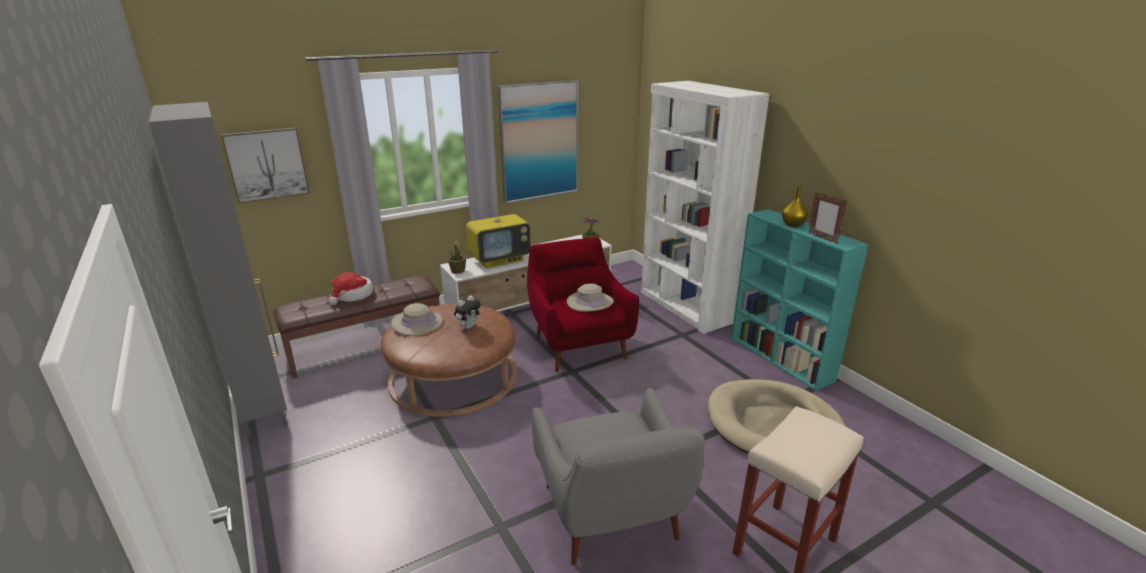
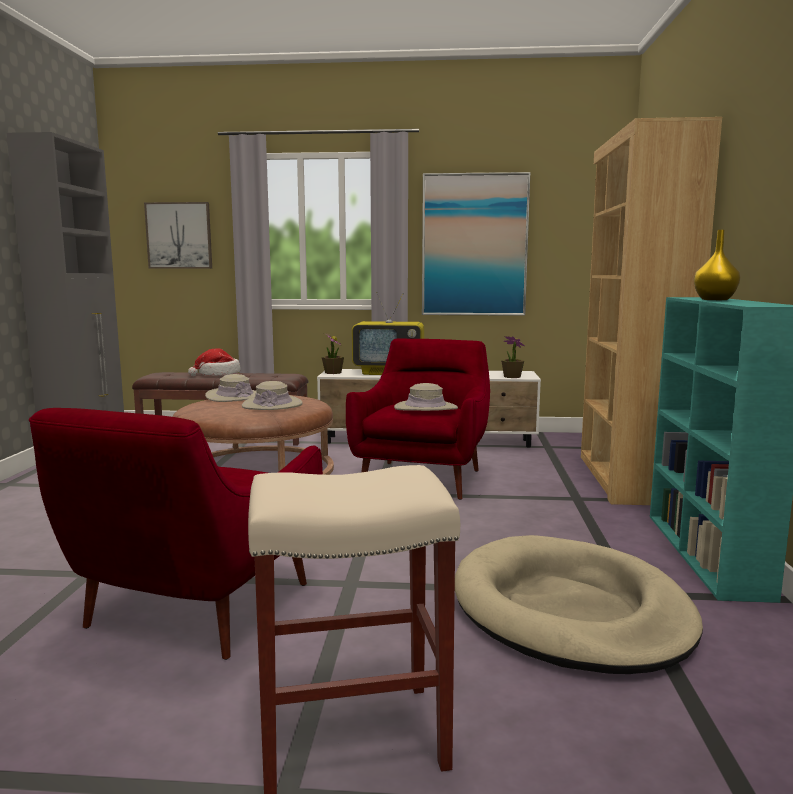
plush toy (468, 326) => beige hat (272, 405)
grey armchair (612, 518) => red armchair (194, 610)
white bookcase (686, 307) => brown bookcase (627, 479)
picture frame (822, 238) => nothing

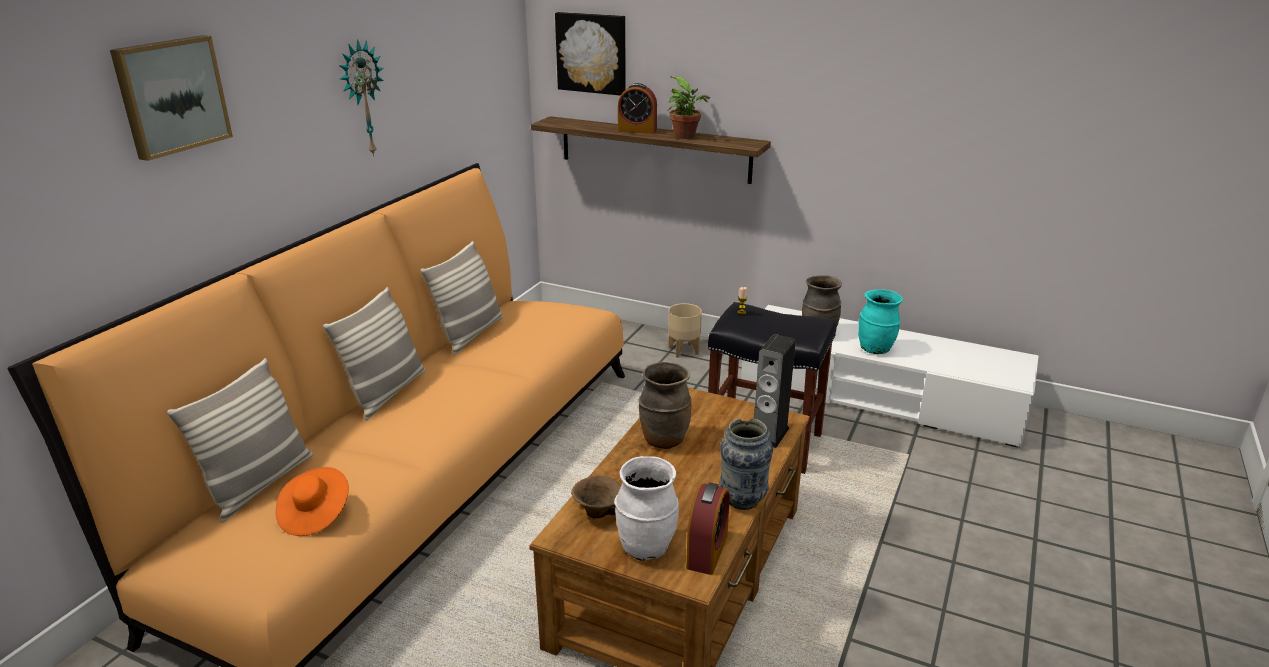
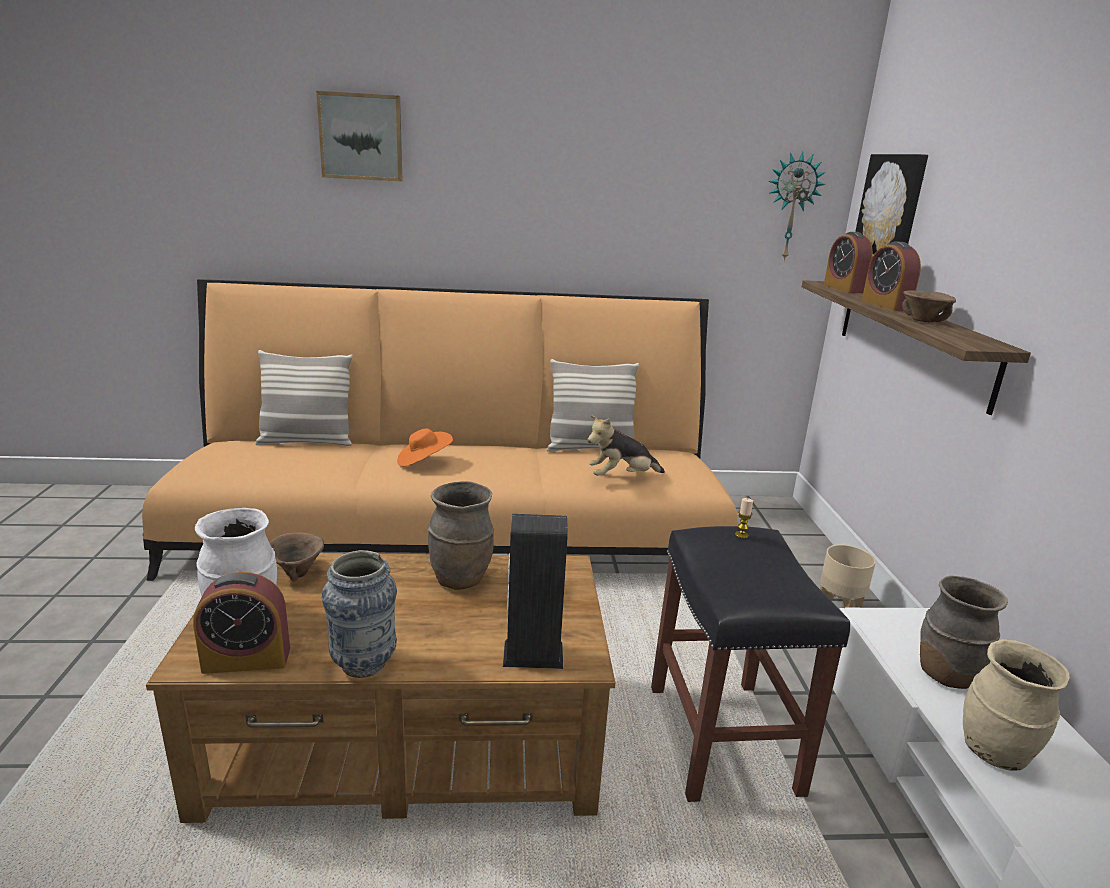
orange hat (315, 515) => orange hat (423, 461), move
pillow (386, 393) => nothing
wall clock (361, 99) => wall clock (791, 207), move
potted plant (686, 137) => brown bowl (921, 321)
turquoise vase (875, 349) => beige vase (995, 753)
nothing => plush toy (621, 477)
nothing => alarm clock (843, 288)

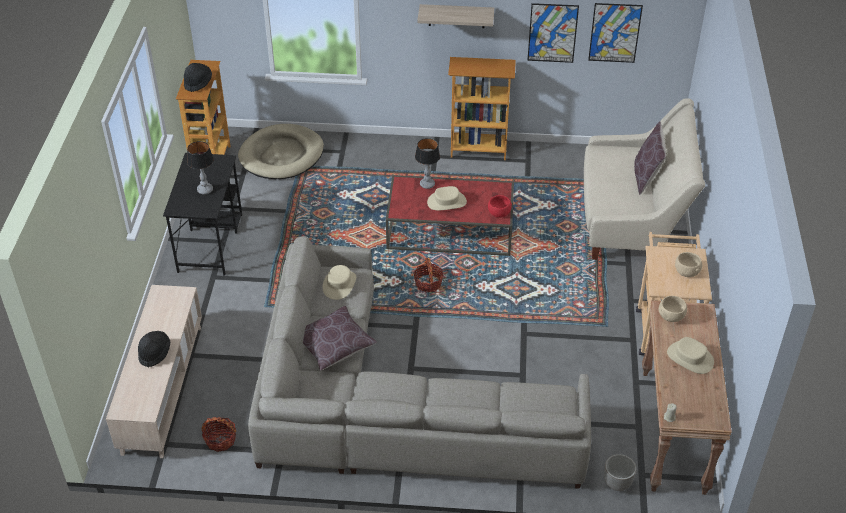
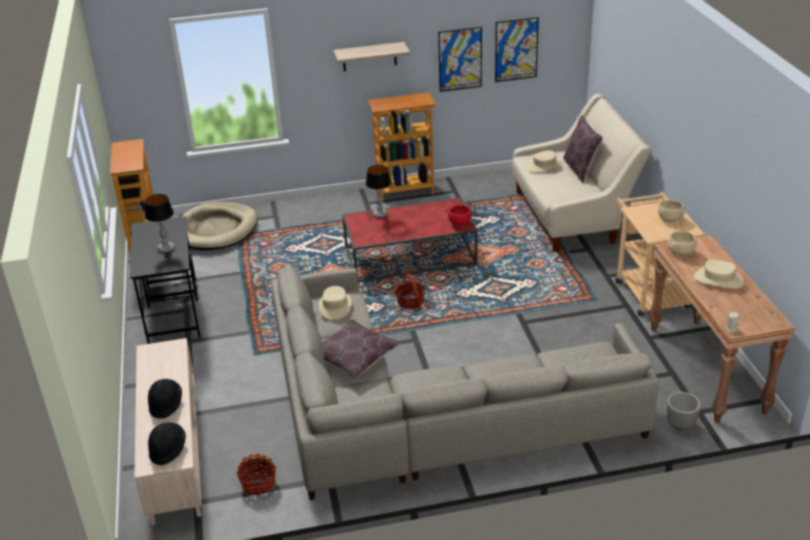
black hat (198, 83) => black hat (168, 450), move
beige hat (446, 202) => beige hat (544, 166), move

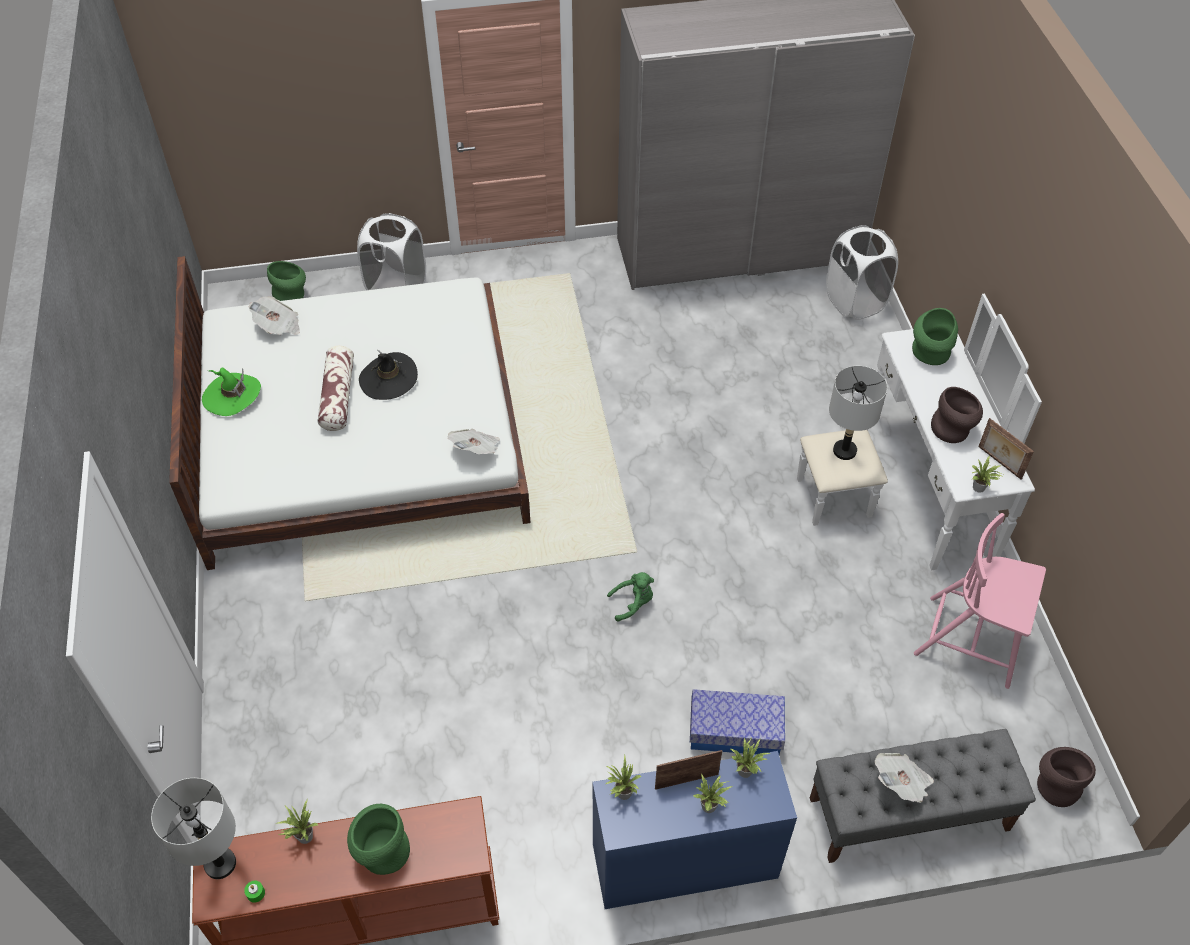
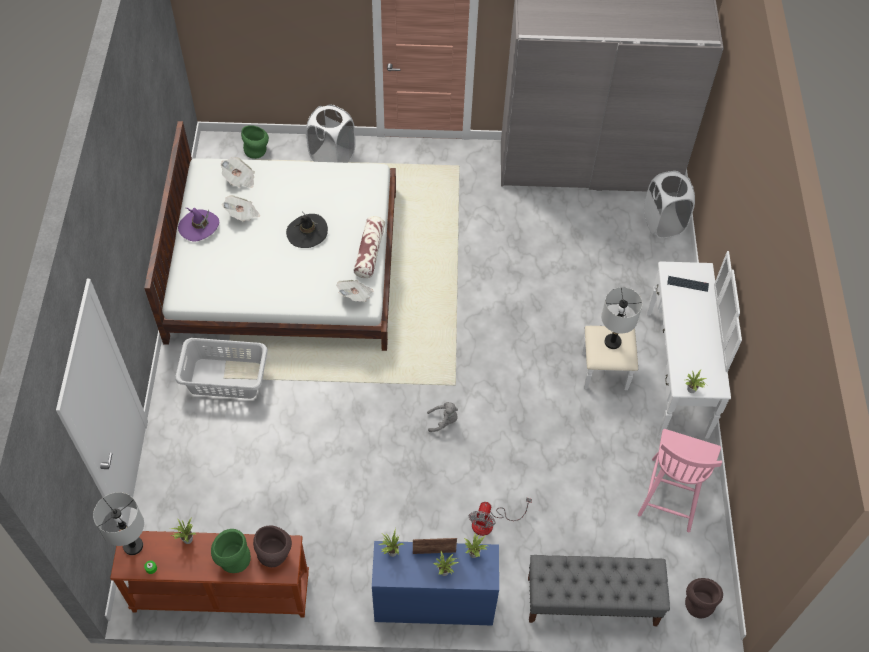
green hat (232, 396) => purple hat (199, 226)
pillow (338, 396) => pillow (369, 252), move
green plush toy (633, 603) => grey plush toy (443, 421)
storage box (735, 731) => fan (490, 522)
newspaper (901, 783) => newspaper (242, 214), move
green vase (929, 355) => keyboard (687, 284)
pink chair (971, 642) => pink chair (671, 493), 105 degrees counterclockwise
brown vase (953, 430) => brown vase (275, 554), move
picture frame (999, 463) => nothing
nothing => grey laundry basket (225, 378)

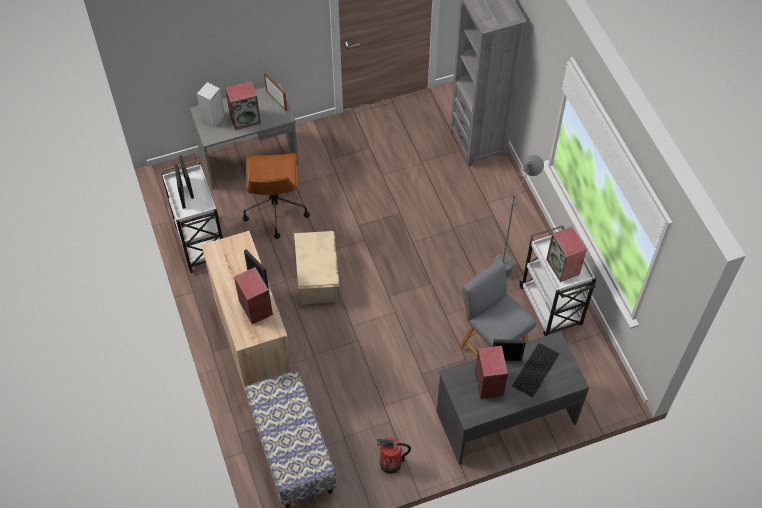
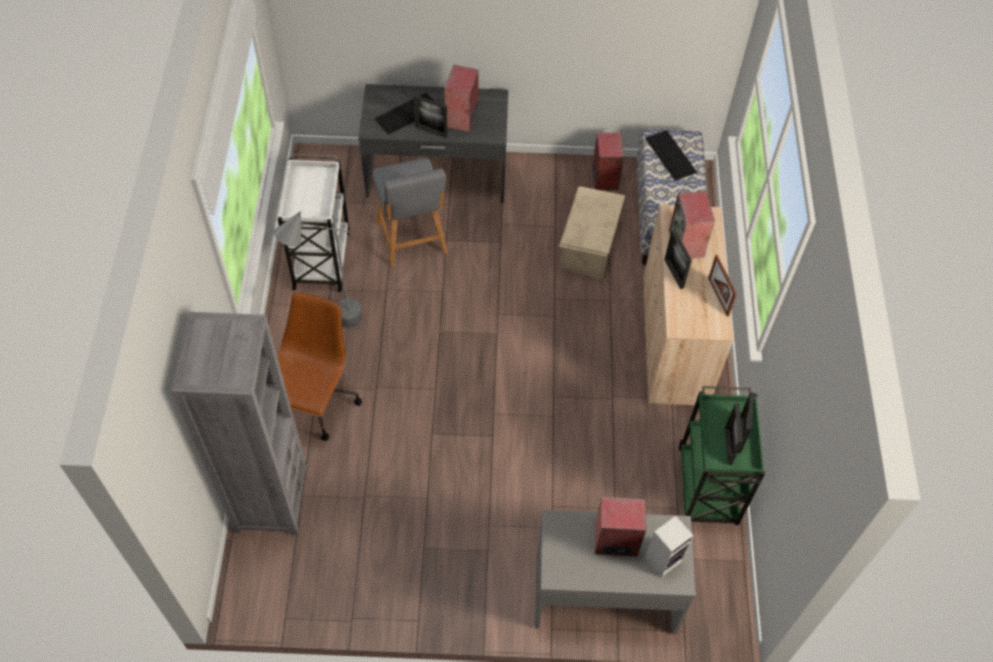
white cart (200, 242) => green cart (707, 488)
brown office chair (275, 209) => brown office chair (315, 403), move
picture frame (276, 100) => picture frame (718, 297), move
beige storage box (318, 277) => beige storage box (588, 246), move
fire extinguisher (391, 463) => nothing
speaker (563, 267) => speaker (604, 177), move
nothing => keyboard (671, 155)

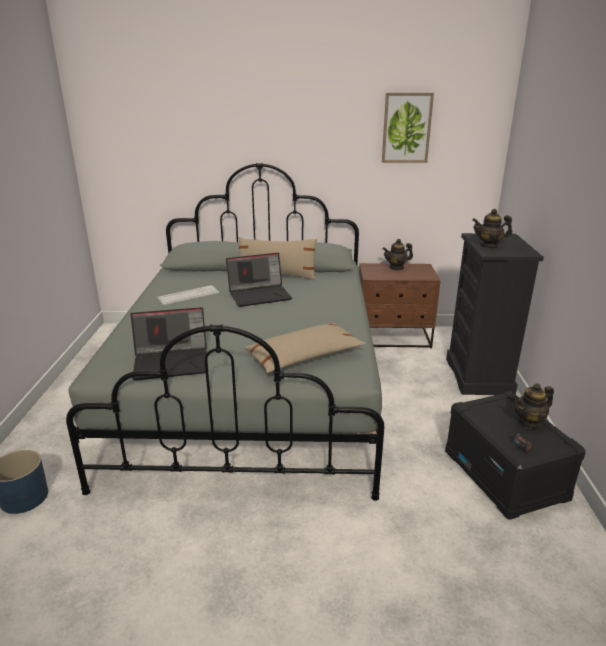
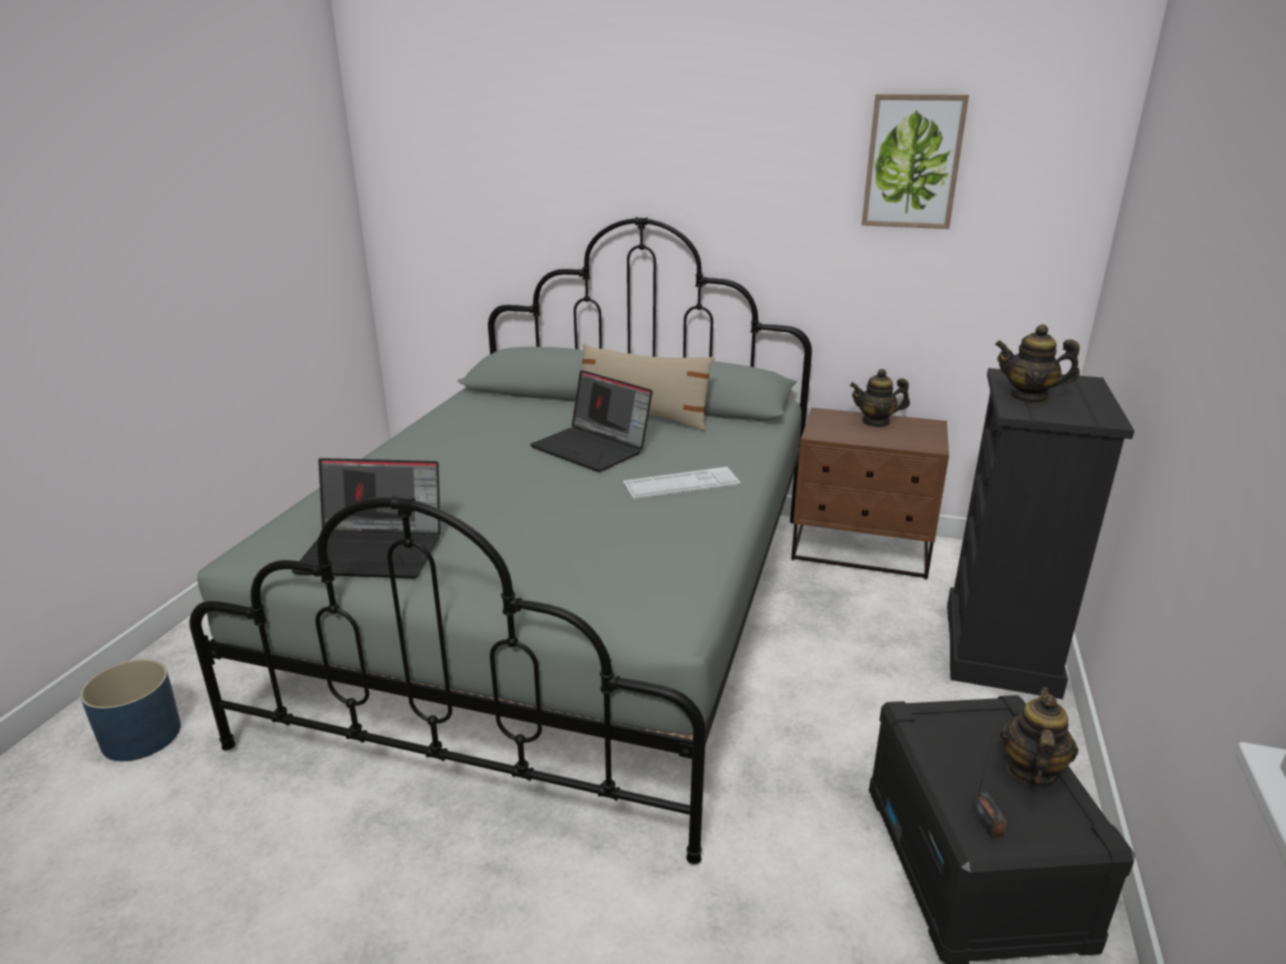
keyboard (188, 296) => keyboard (681, 484), move
laptop (260, 295) => laptop (593, 448), 45 degrees clockwise
beige pillow (304, 357) => nothing
teapot (529, 422) => teapot (1030, 770), 120 degrees clockwise

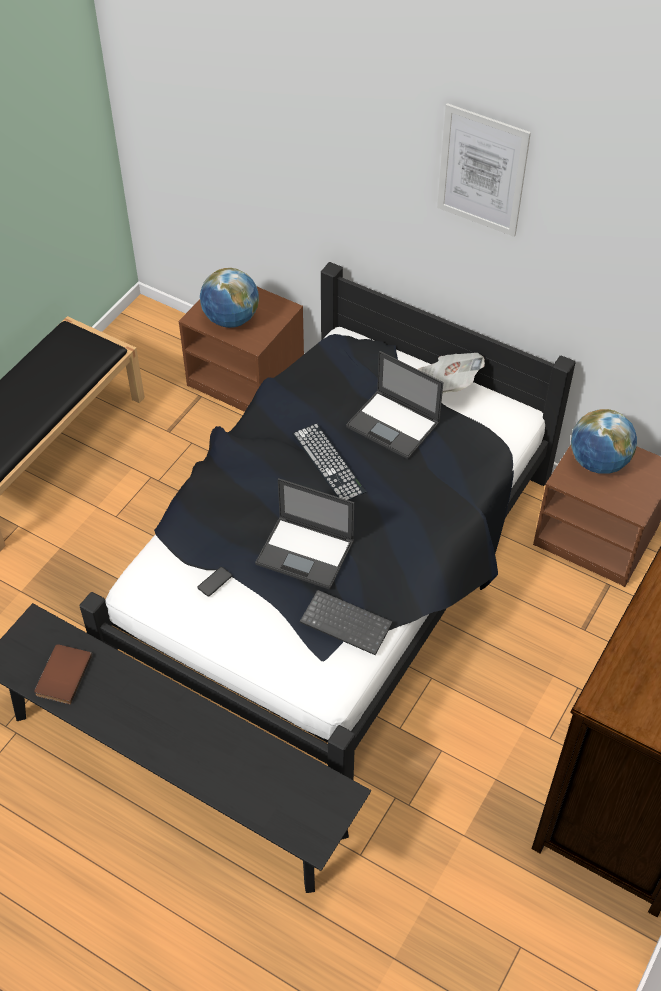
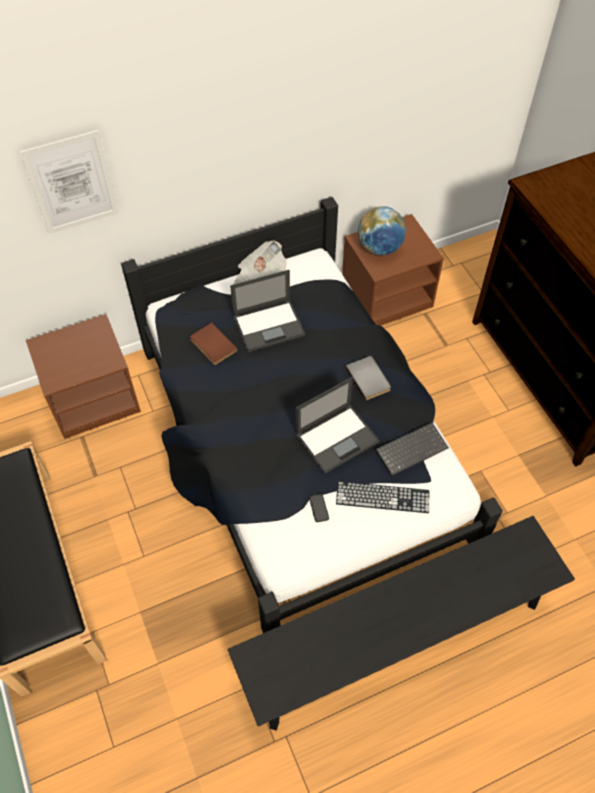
brown book (62, 675) => brown book (212, 346), move
globe (231, 319) => nothing
keyboard (328, 462) => keyboard (382, 497), move
picture (482, 171) => picture (72, 183), move
nothing => grey book (369, 378)

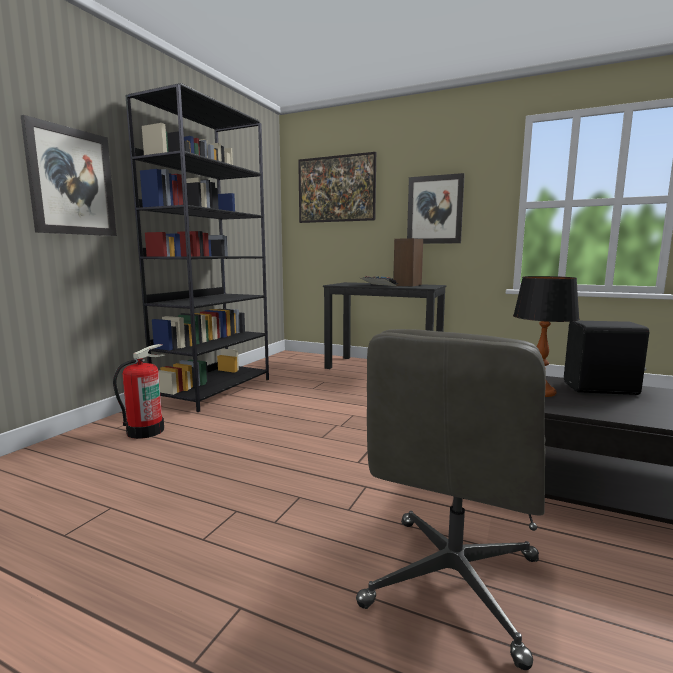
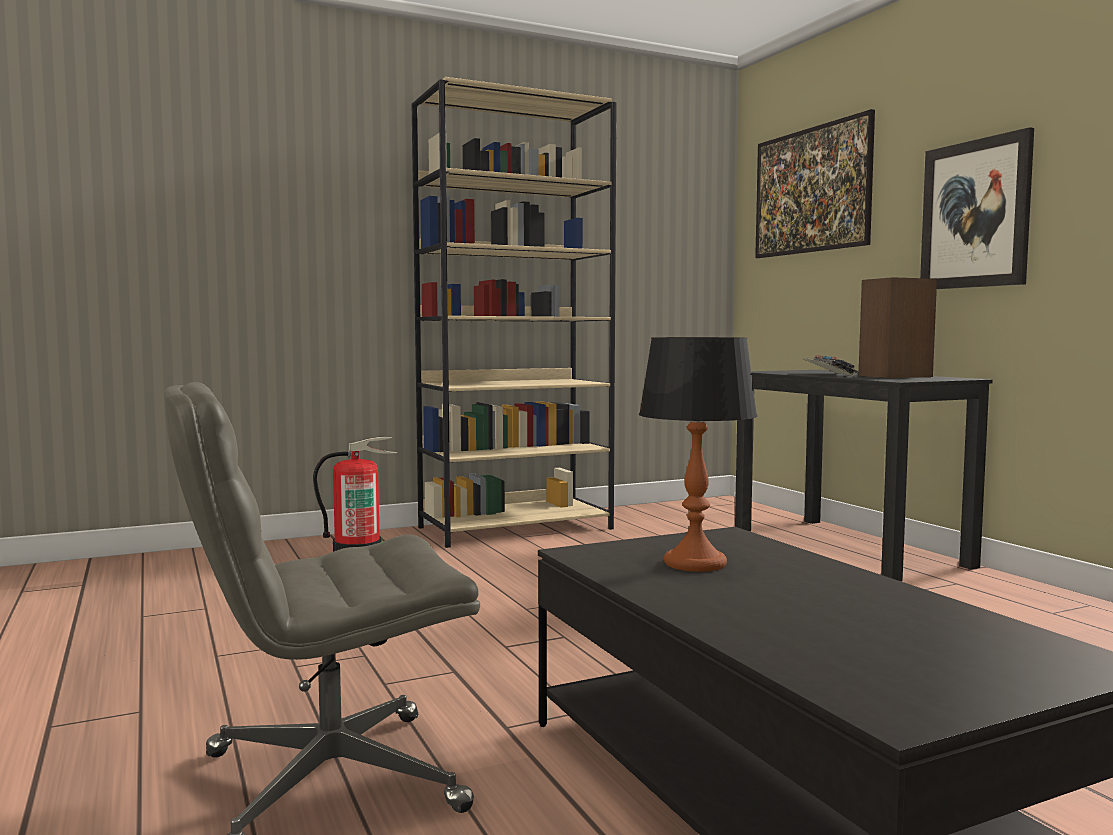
picture (72, 182) => nothing
black bookcase (215, 390) => beige bookcase (516, 528)
black speaker (602, 389) => nothing

